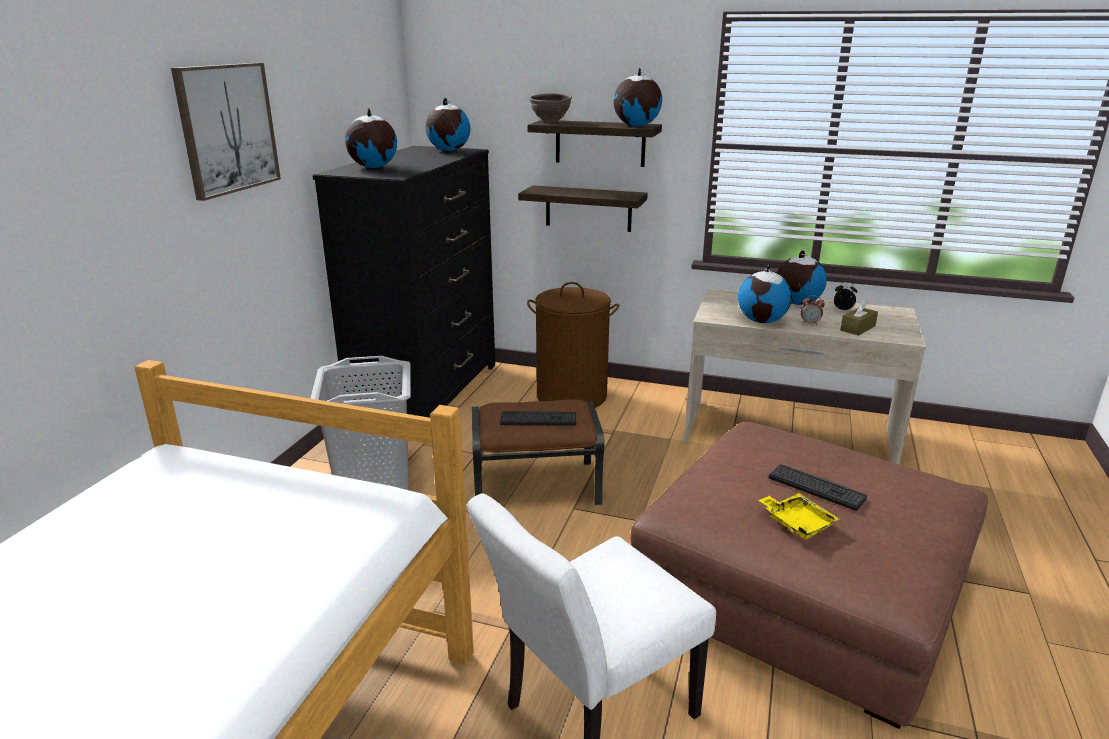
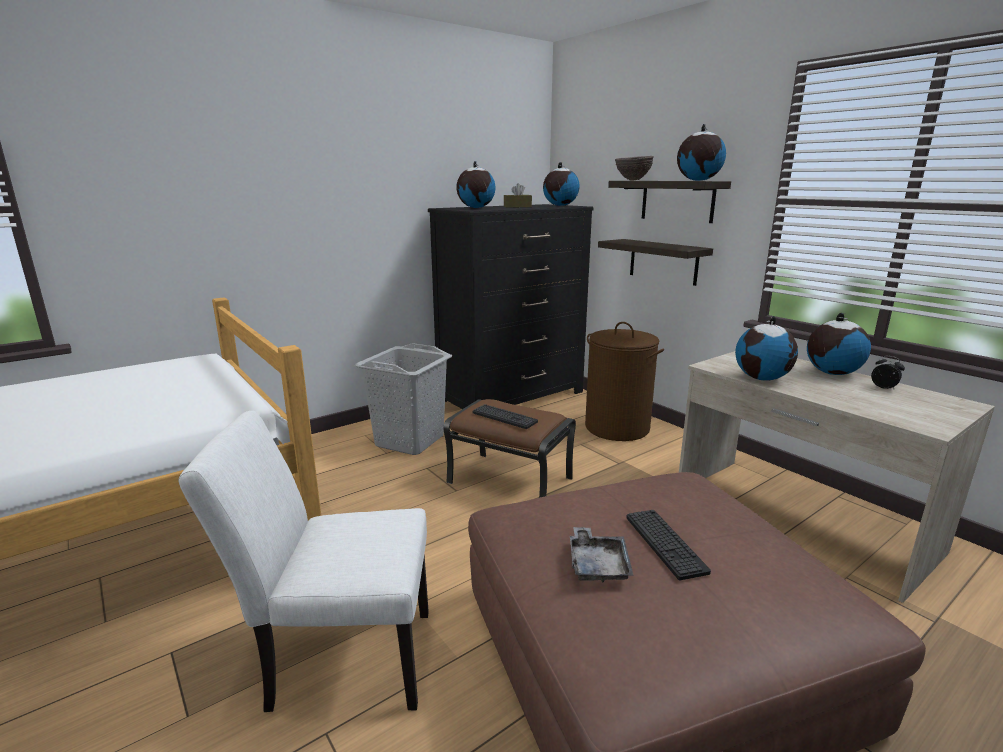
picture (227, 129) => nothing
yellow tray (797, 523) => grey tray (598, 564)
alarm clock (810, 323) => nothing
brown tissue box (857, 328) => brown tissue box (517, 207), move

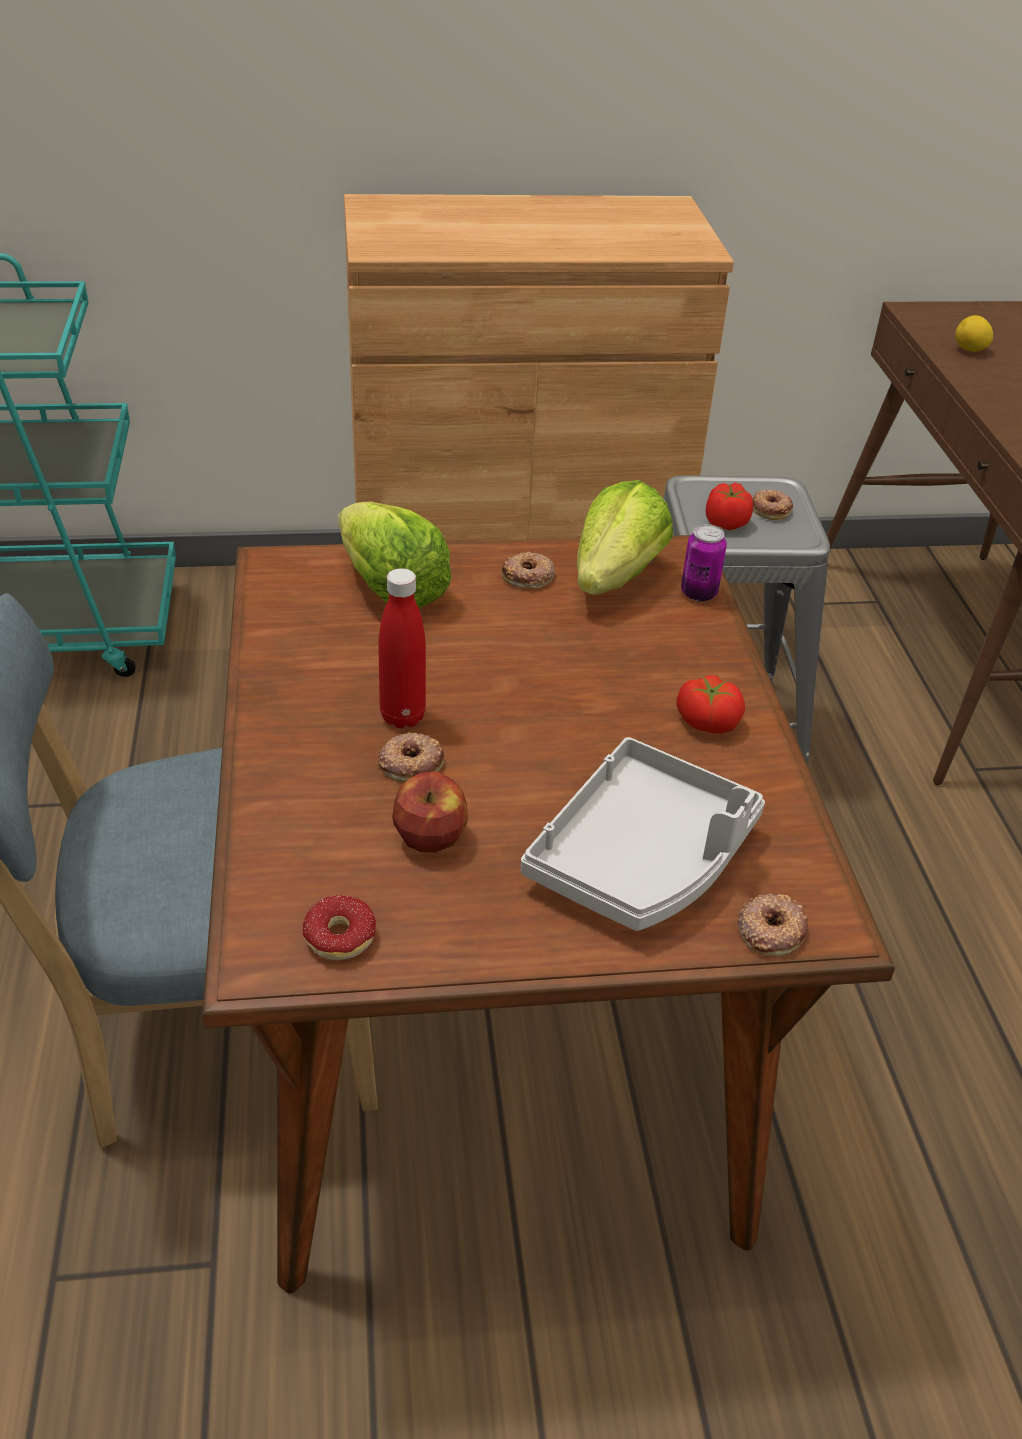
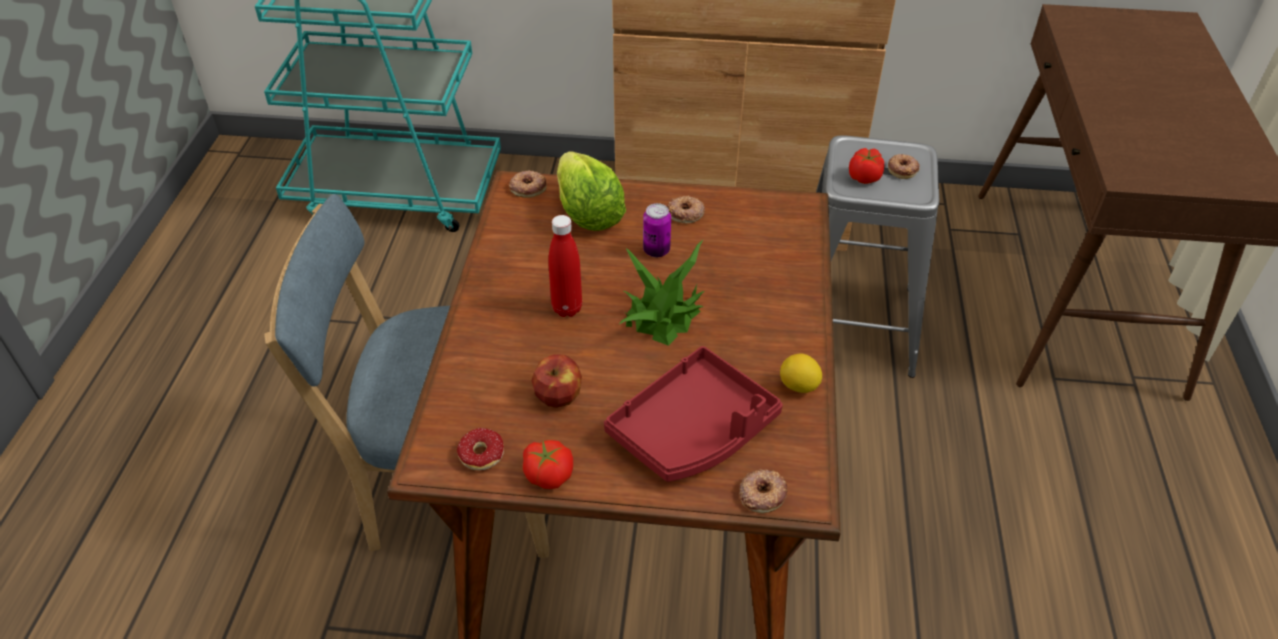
donut (410, 763) => donut (528, 187), move
grey tray (643, 857) => red tray (694, 430)
lettuce (615, 577) => nothing
tomato (707, 720) => tomato (548, 473), move
can (698, 593) => can (656, 250), move
lemon (969, 350) => lemon (798, 386), move
nothing => potted plant (664, 314)

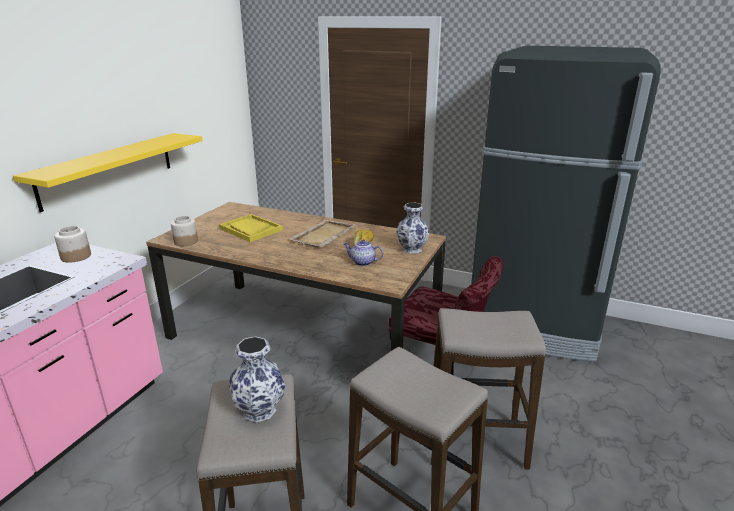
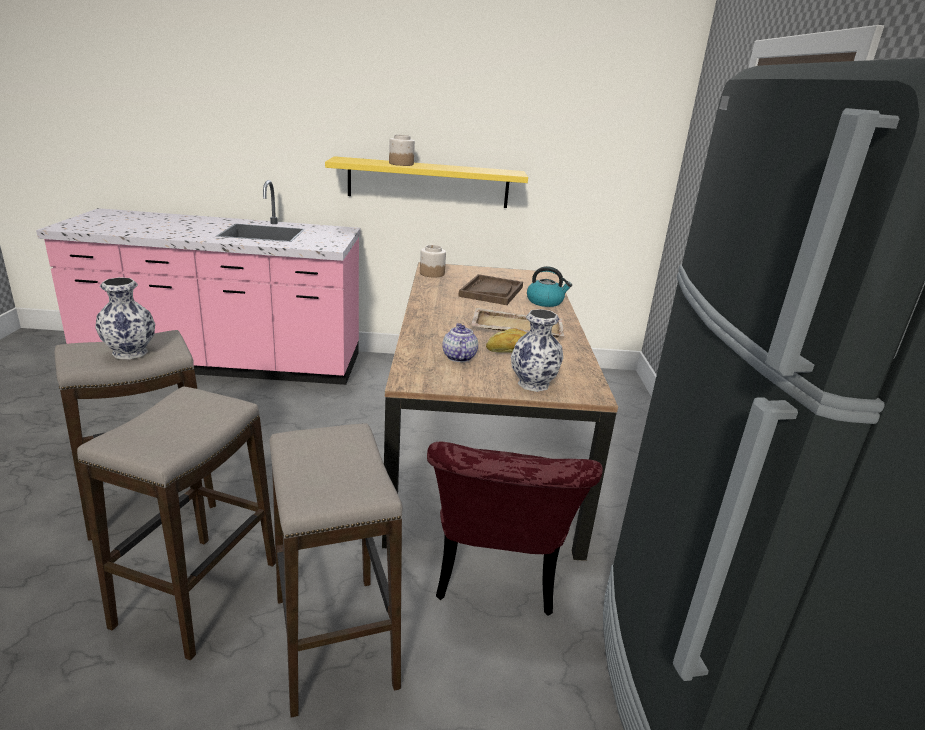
jar (76, 257) => jar (401, 164), move
yellow tray (250, 229) => brown tray (491, 291)
nothing => kettle (545, 302)

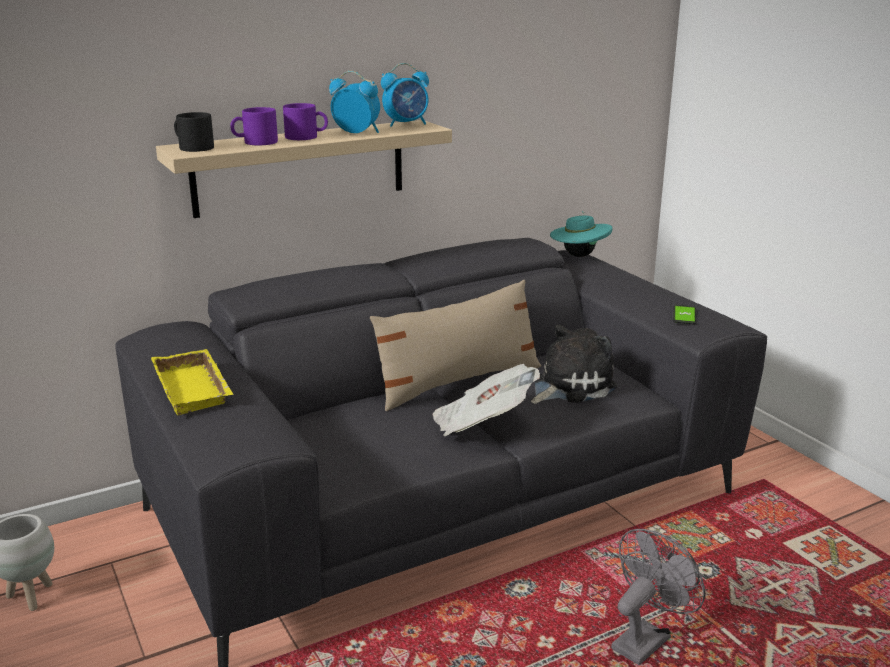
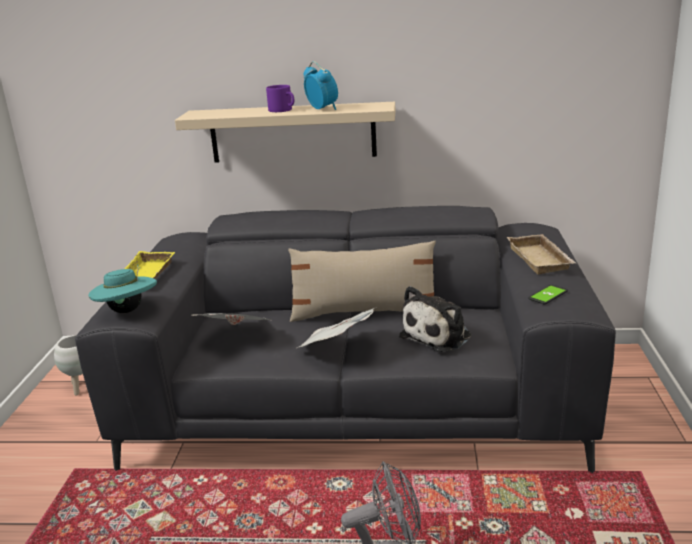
black mug (192, 147) => nothing
purple mug (255, 142) => nothing
alarm clock (406, 124) => nothing
plush toy (569, 386) => plush toy (439, 335), 135 degrees clockwise
turquoise hat (579, 255) => turquoise hat (127, 310), move
nothing => newspaper (238, 336)
nothing => beige tray (542, 259)

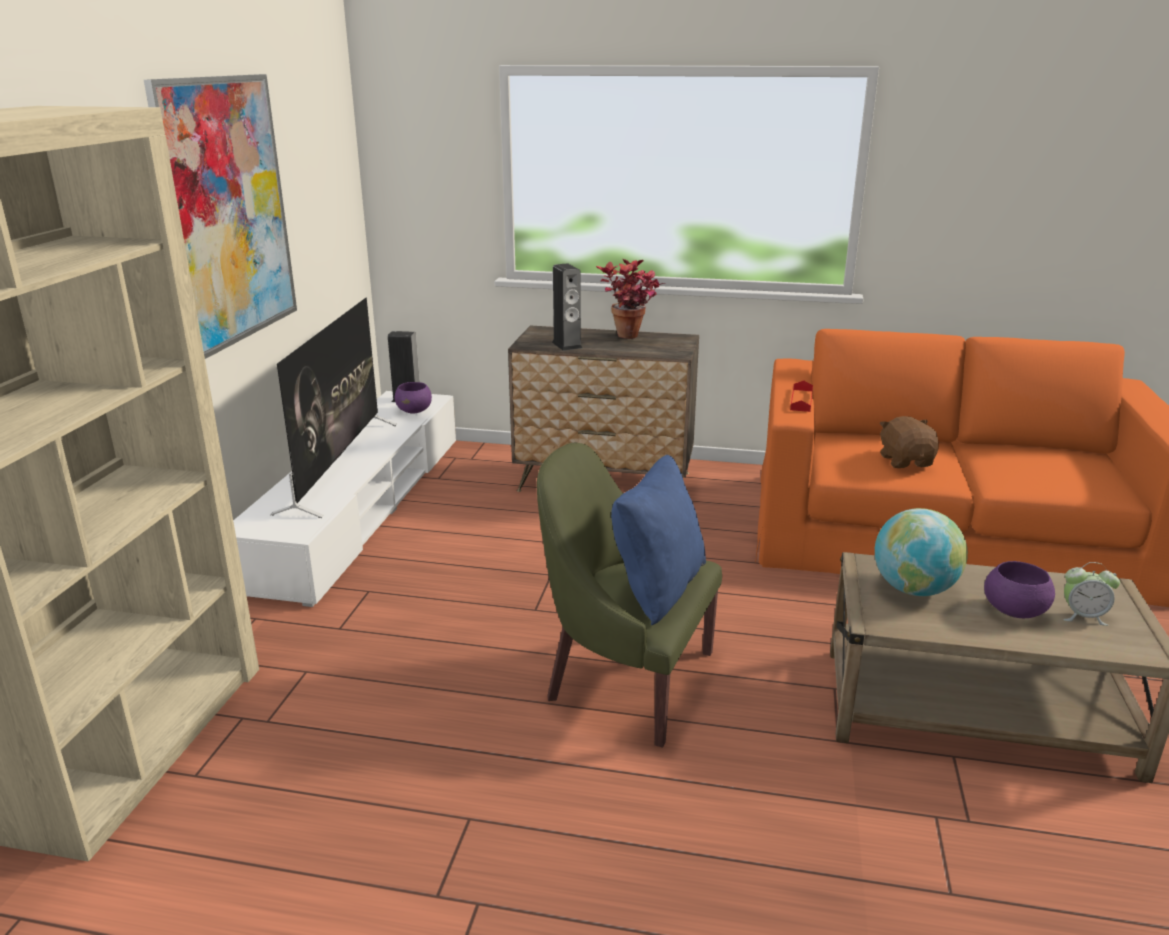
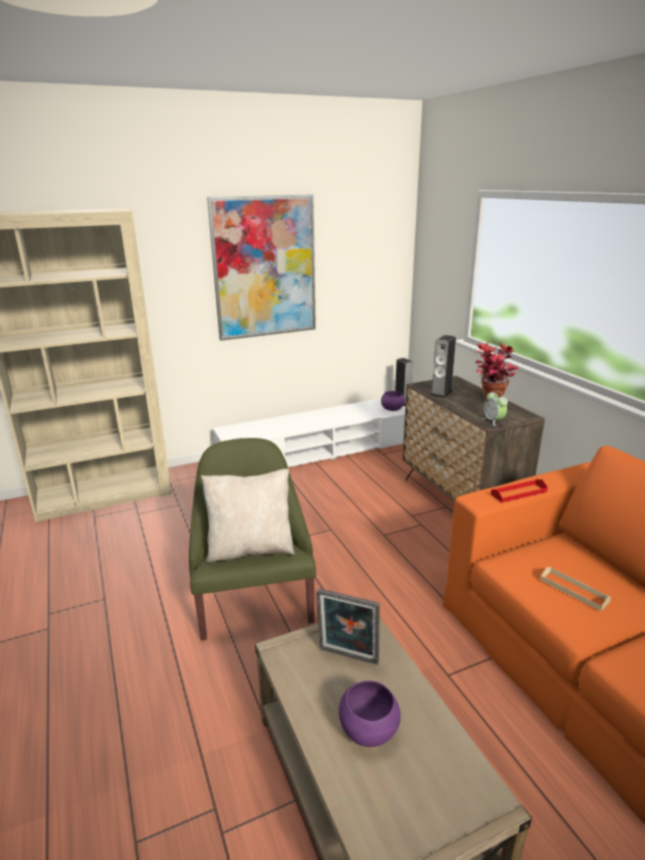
television (340, 465) => nothing
blue pillow (657, 588) => beige pillow (250, 549)
globe (913, 589) => picture frame (348, 658)
brown plush toy (906, 461) => beige tray (574, 590)
alarm clock (1083, 616) => alarm clock (493, 421), move

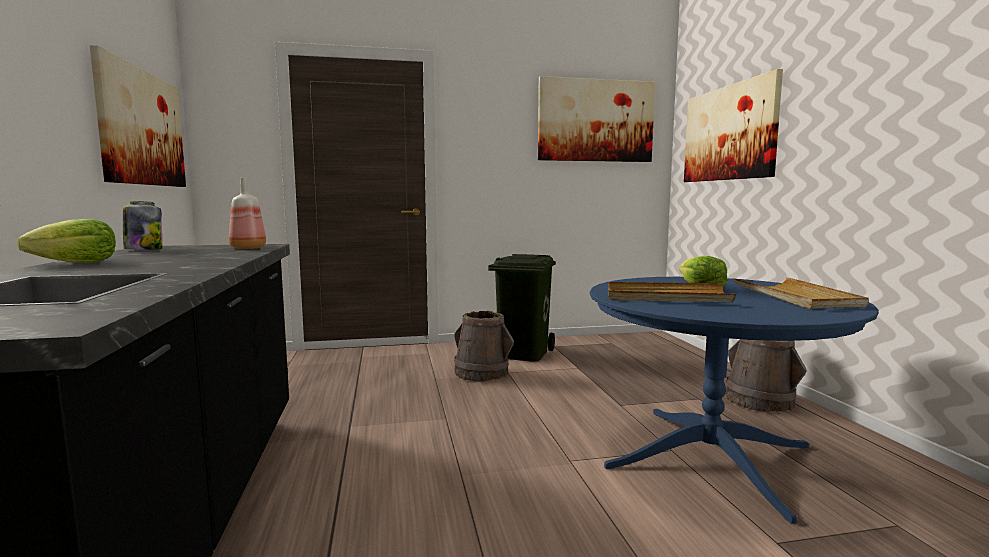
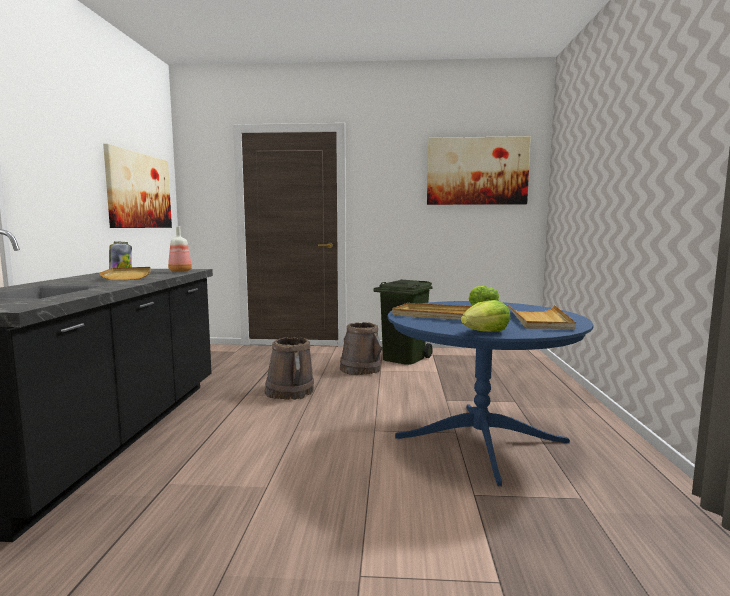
lettuce (77, 263) => lettuce (485, 332), move
picture (728, 133) => nothing
brown bucket (759, 401) => brown bucket (290, 392), move
nothing => beige tray (129, 276)

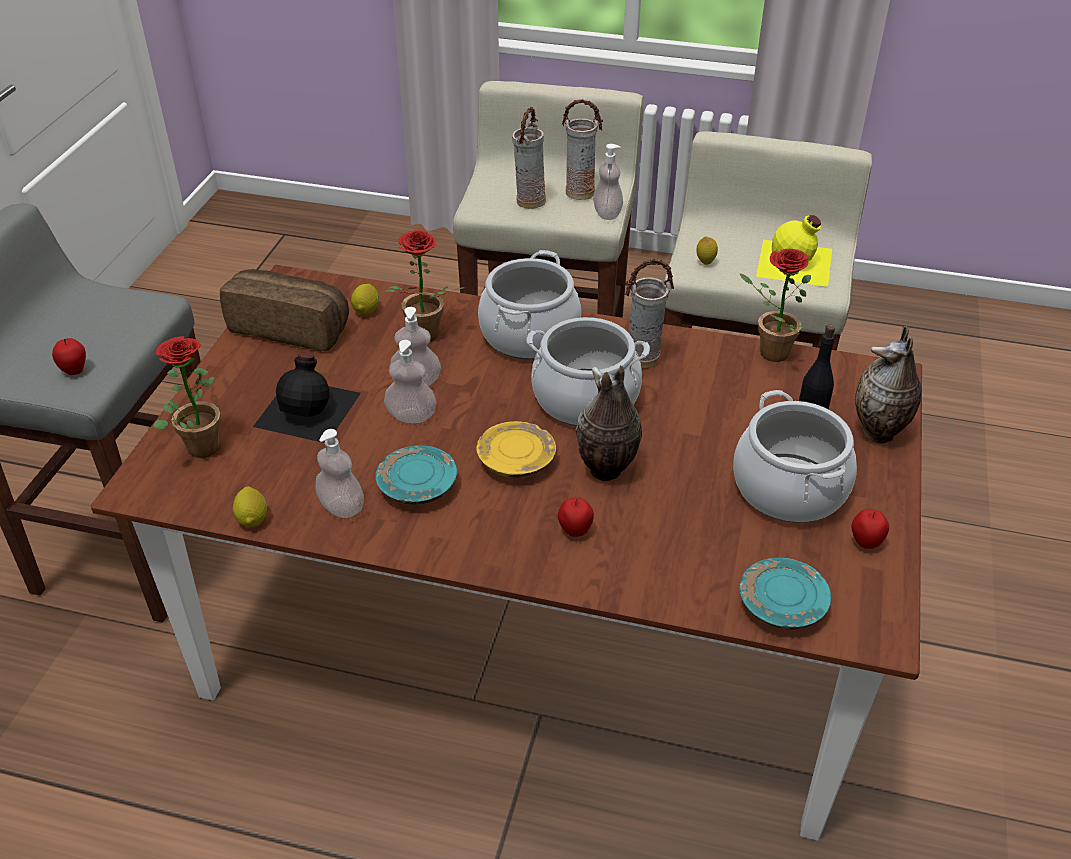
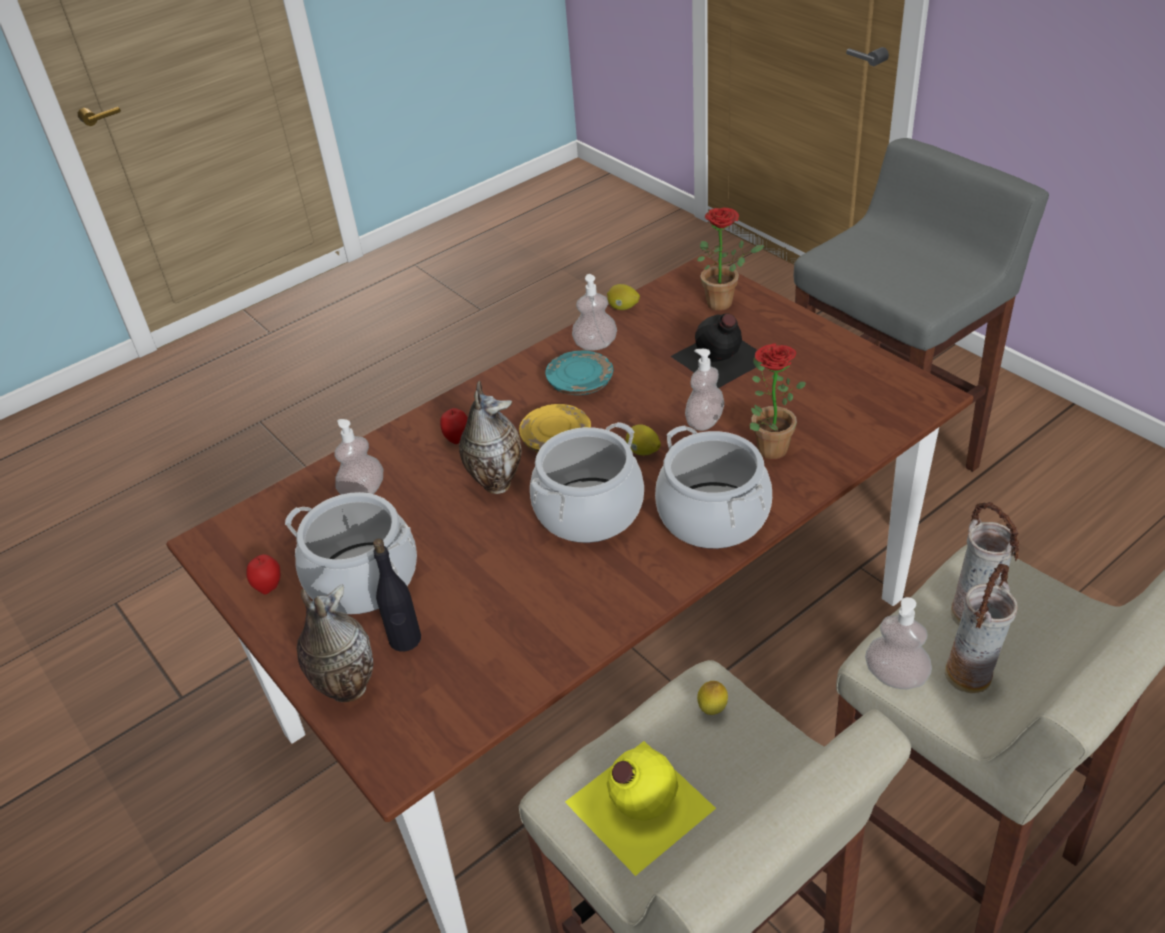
apple (74, 370) => nothing
bread (291, 327) => nothing
lemon (366, 310) => lemon (643, 452), move
soap dispenser (411, 416) => soap dispenser (363, 492), move
vase (643, 359) => nothing
potted plant (767, 352) => nothing
turquoise plate (781, 605) => nothing

